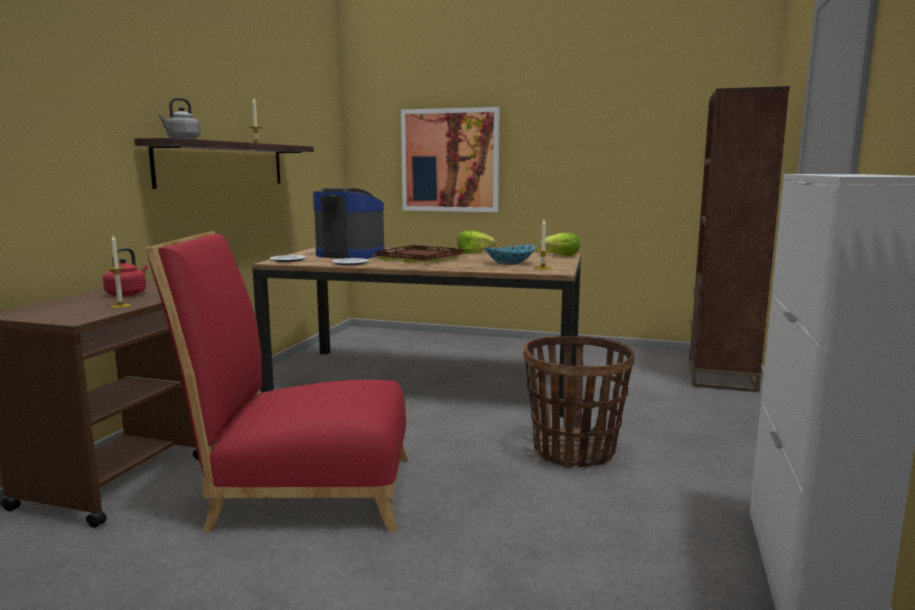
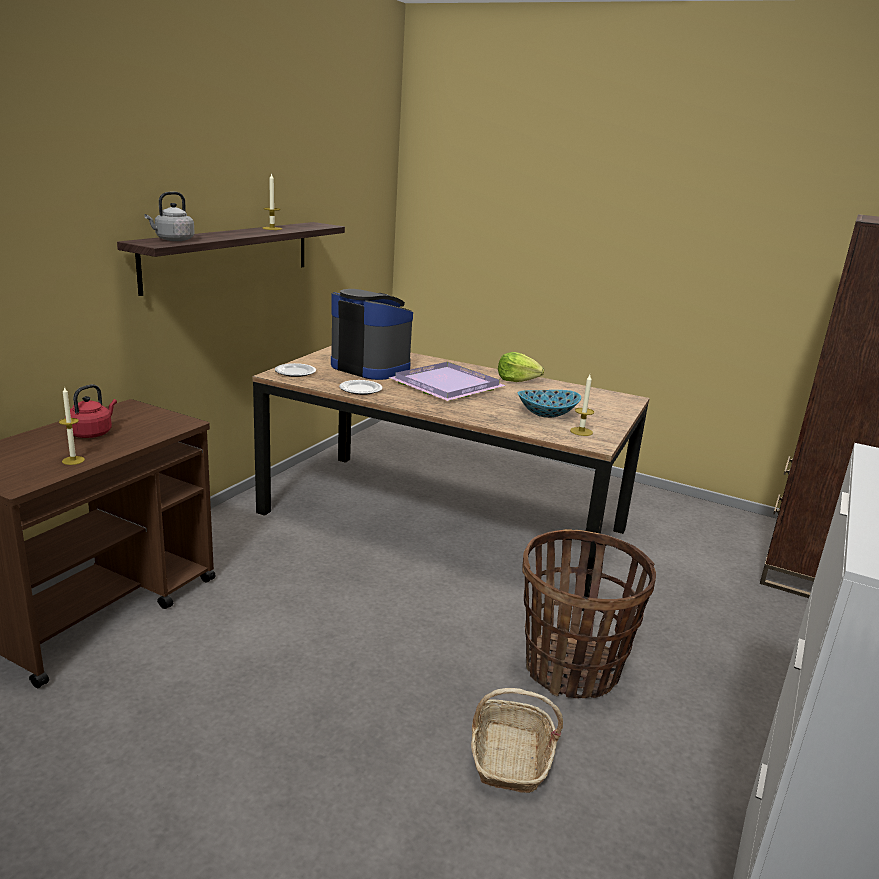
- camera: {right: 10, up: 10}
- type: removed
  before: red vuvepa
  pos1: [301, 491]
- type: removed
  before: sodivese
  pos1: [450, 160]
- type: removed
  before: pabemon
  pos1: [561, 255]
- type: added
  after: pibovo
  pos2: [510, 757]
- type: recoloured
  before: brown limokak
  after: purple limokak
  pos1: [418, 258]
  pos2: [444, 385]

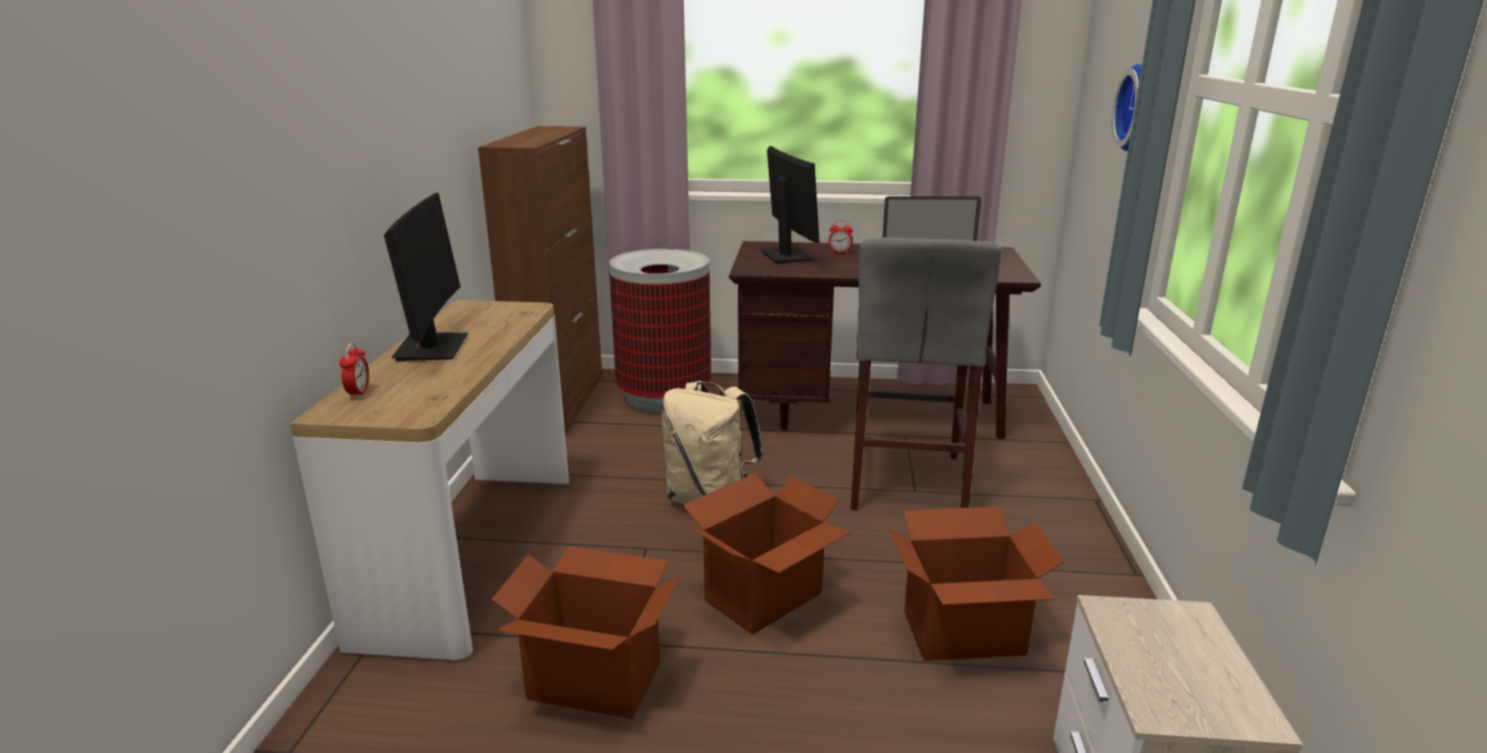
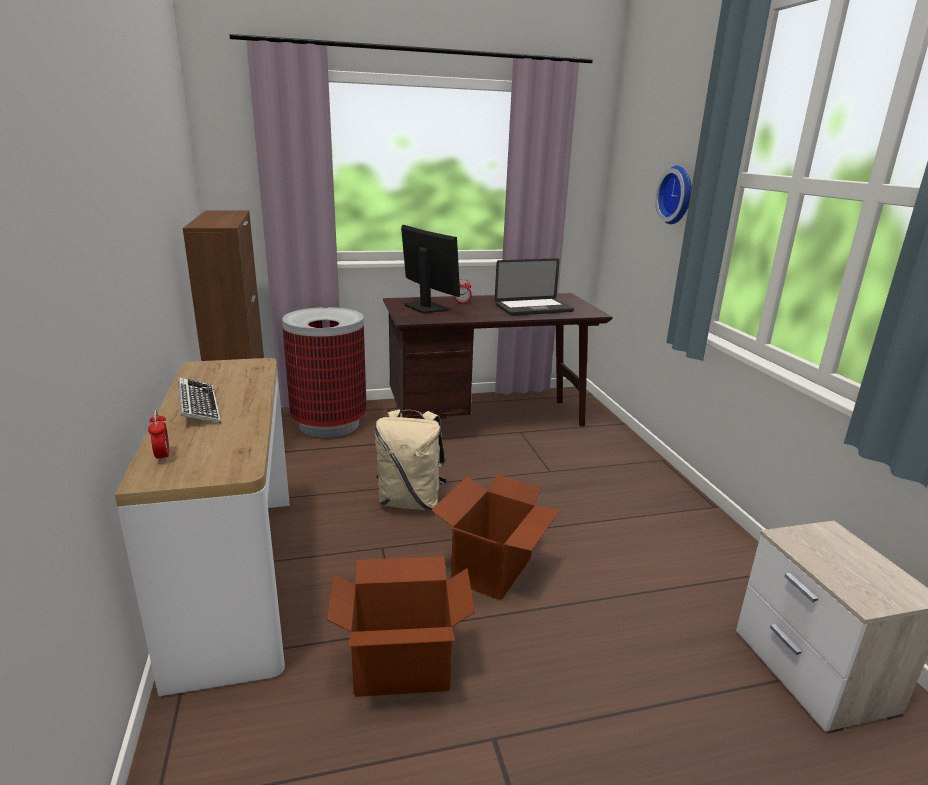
- camera: {right: -20, up: 0}
- type: removed
  before: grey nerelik
  pos1: [907, 481]
- type: removed
  before: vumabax
  pos1: [964, 634]
- type: replaced
  before: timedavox
  after: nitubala
  pos1: [432, 347]
  pos2: [198, 406]

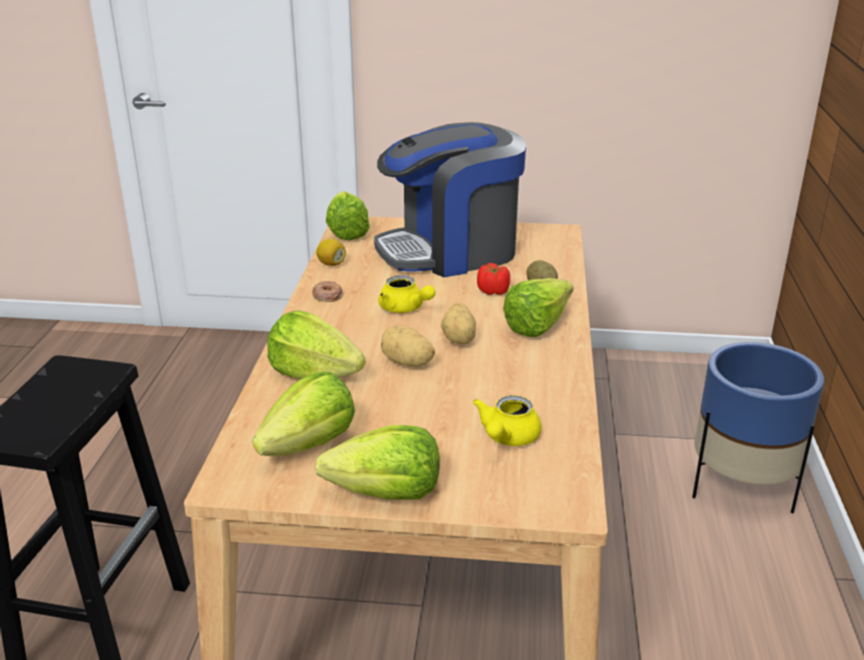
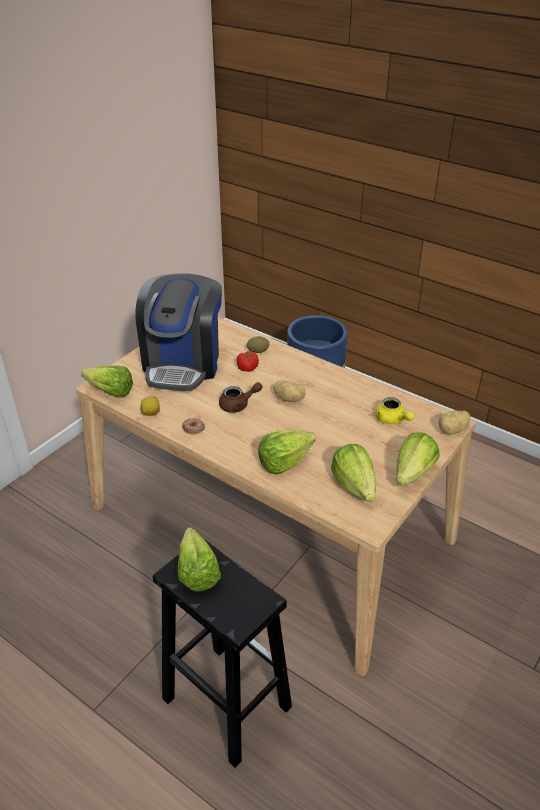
- camera: {right: -60, up: 10}
- type: moved
  before: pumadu
  pos1: [407, 363]
  pos2: [453, 430]
- type: moved
  before: pabemon
  pos1: [543, 324]
  pos2: [198, 568]
- type: recoloured
  before: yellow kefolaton
  after: brown kefolaton
  pos1: [405, 309]
  pos2: [238, 405]

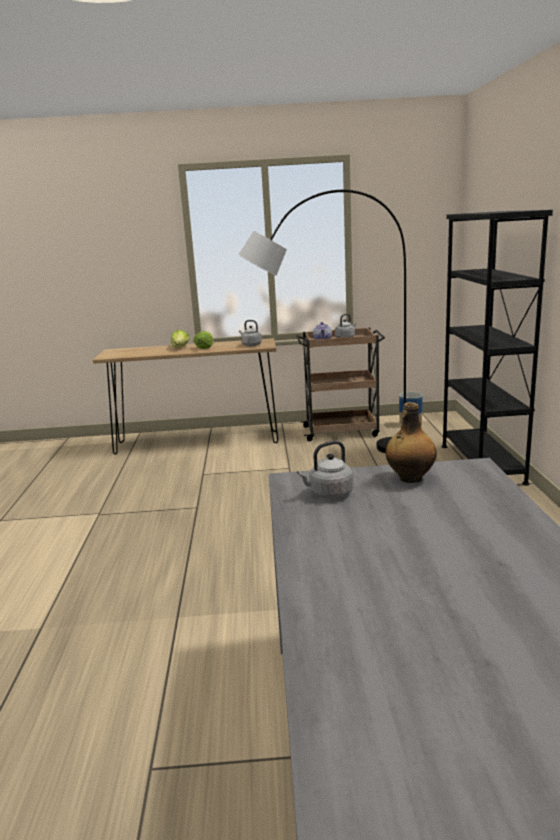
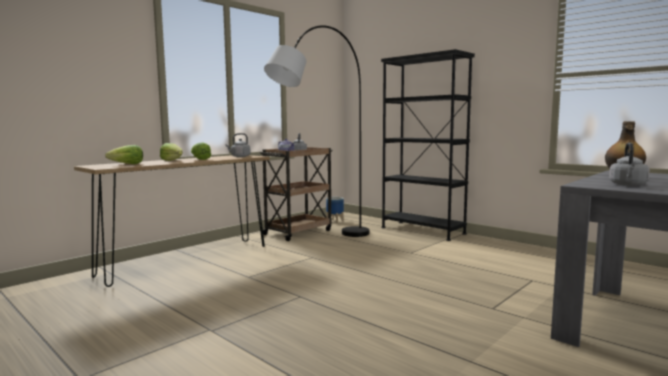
- camera: {right: -45, up: -10}
- type: added
  after: pabemon
  pos2: [127, 164]

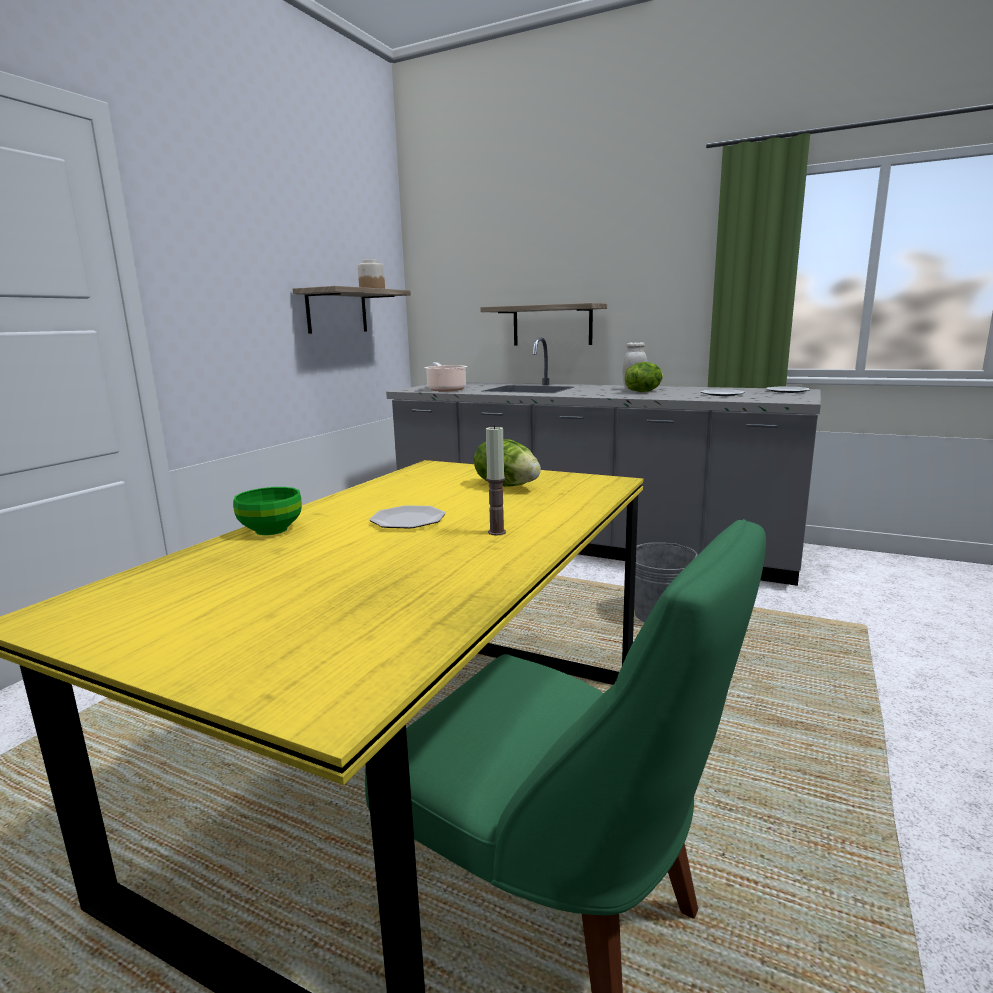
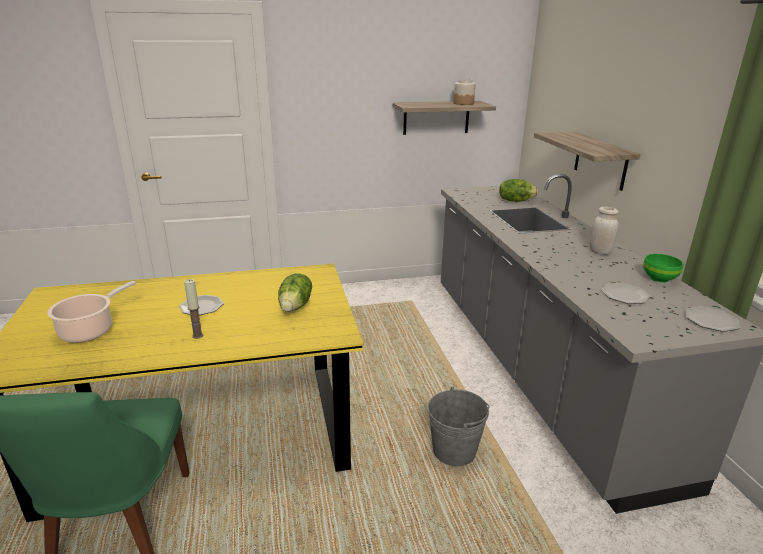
- camera: {right: 50, up: 10}
- type: moved
  before: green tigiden
  pos1: [270, 530]
  pos2: [658, 278]
- type: moved
  before: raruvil
  pos1: [446, 389]
  pos2: [90, 330]
- type: moved
  before: pabemon
  pos1: [643, 391]
  pos2: [515, 201]

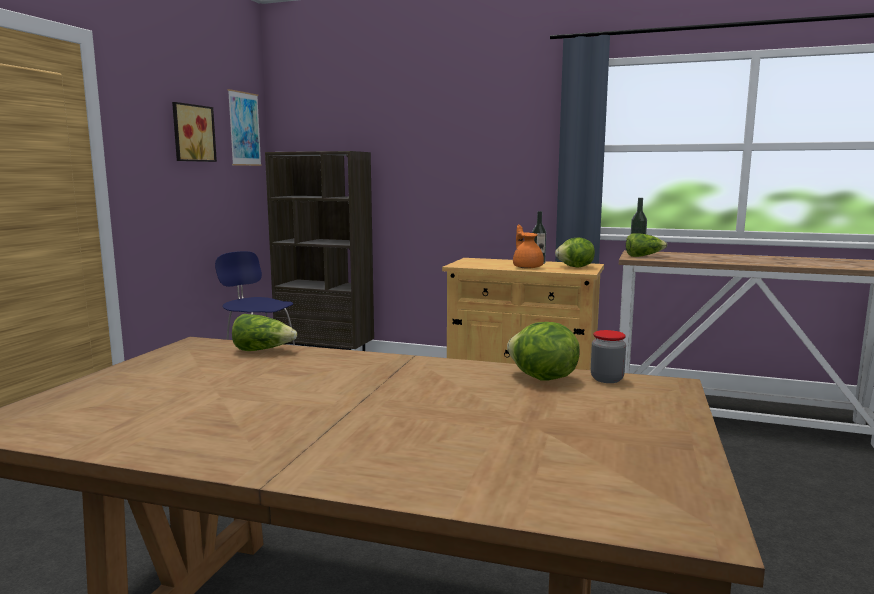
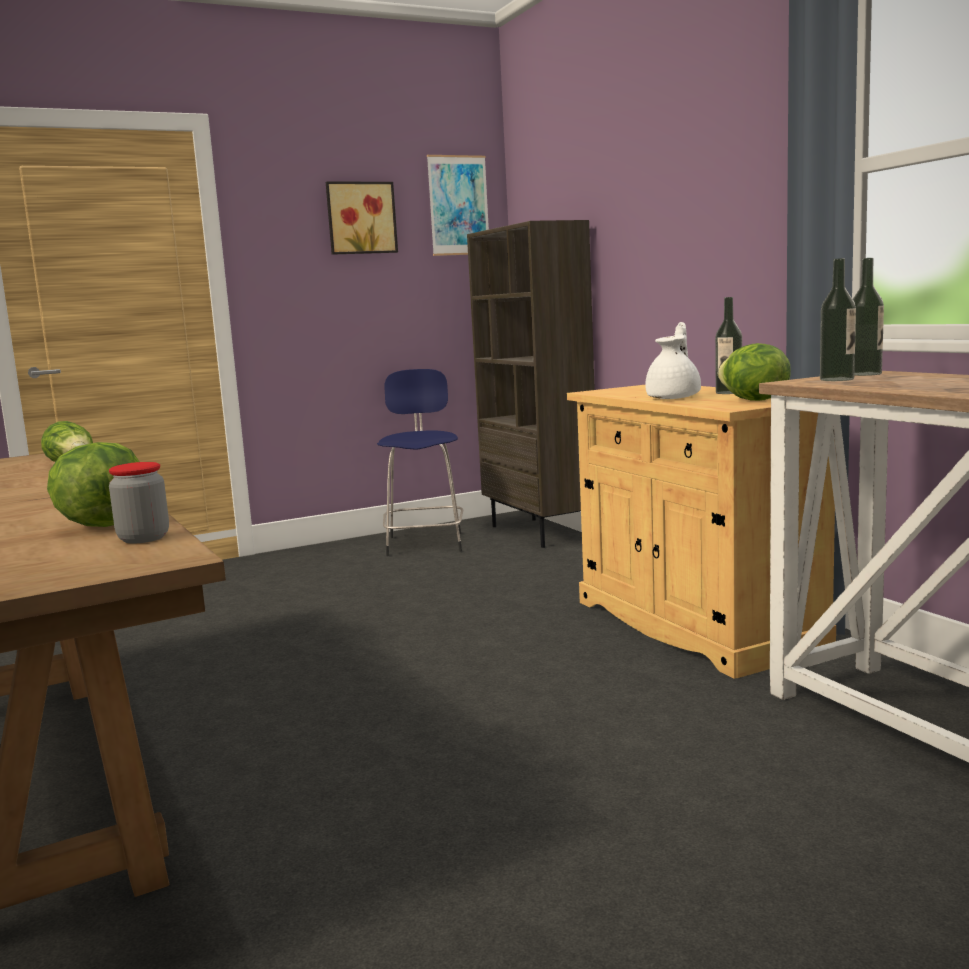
- camera: {right: 45, up: 0}
- type: replaced
  before: pabemon
  after: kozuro
  pos1: [643, 256]
  pos2: [837, 379]
- type: recoloured
  before: orange kefolaton
  after: white kefolaton
  pos1: [527, 267]
  pos2: [675, 398]

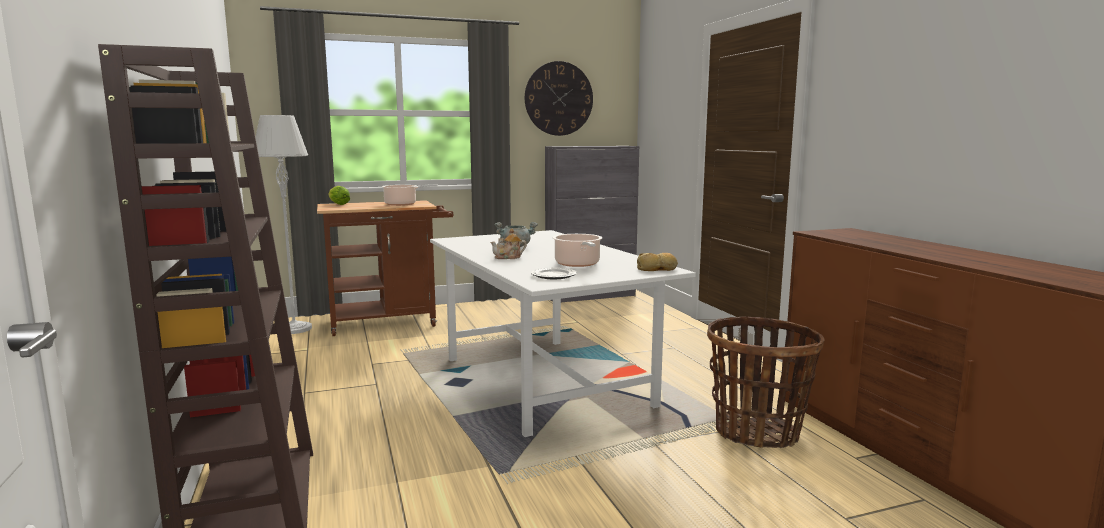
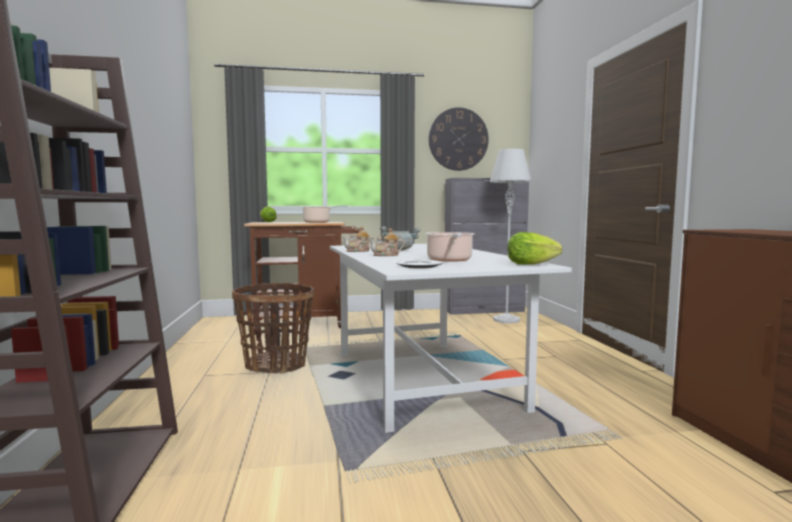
- camera: {right: 10, up: -5}
- type: added
  after: kefolaton
  pos2: [358, 251]
- type: moved
  before: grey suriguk
  pos1: [294, 329]
  pos2: [506, 320]
- type: moved
  before: pibovo
  pos1: [757, 432]
  pos2: [276, 365]
- type: replaced
  before: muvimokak
  after: pabemon
  pos1: [657, 269]
  pos2: [530, 264]

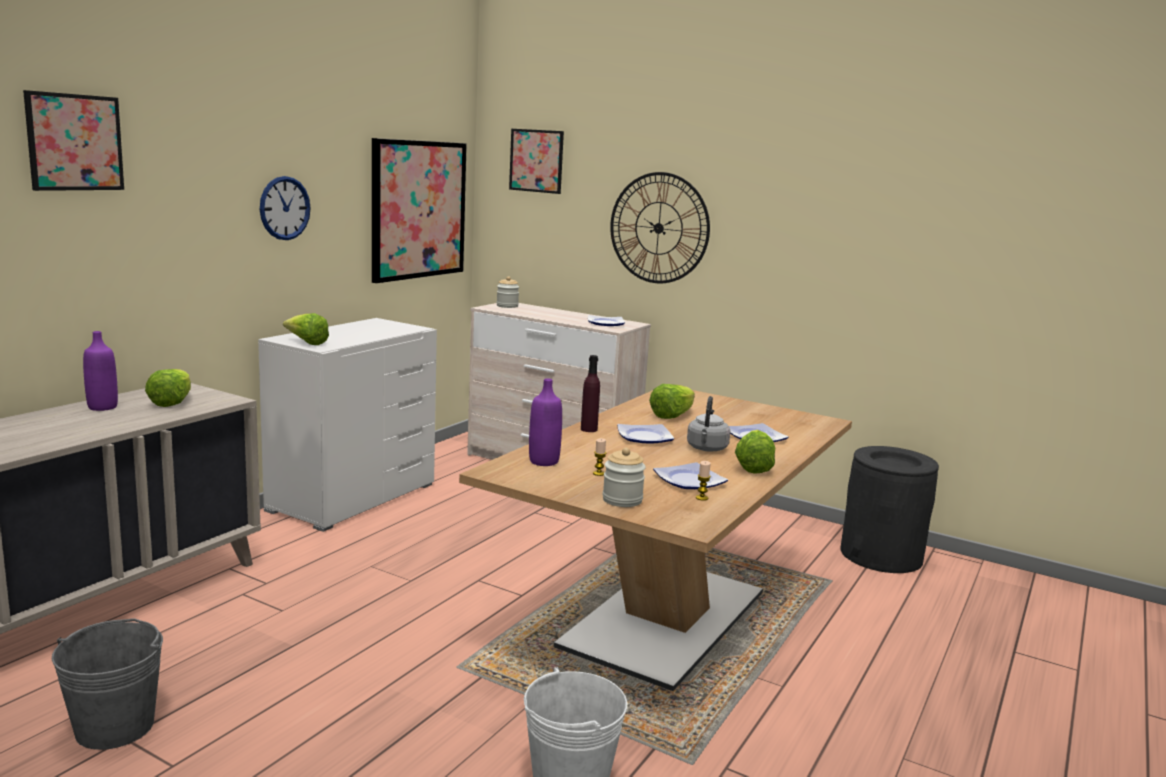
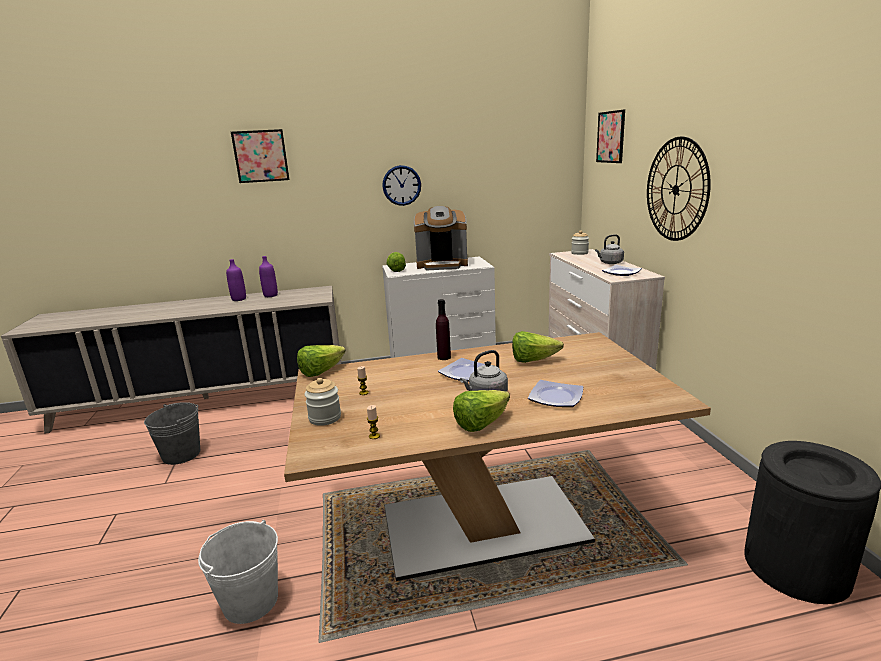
- camera: {right: 50, up: 5}
- type: removed
  before: sodivese
  pos1: [418, 209]
- type: removed
  before: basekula
  pos1: [688, 480]
- type: added
  after: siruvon
  pos2: [442, 265]
- type: added
  after: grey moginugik
  pos2: [610, 263]
- type: moved
  before: pabemon
  pos1: [172, 402]
  pos2: [321, 372]
- type: moved
  before: purple kozuro
  pos1: [544, 461]
  pos2: [239, 299]

